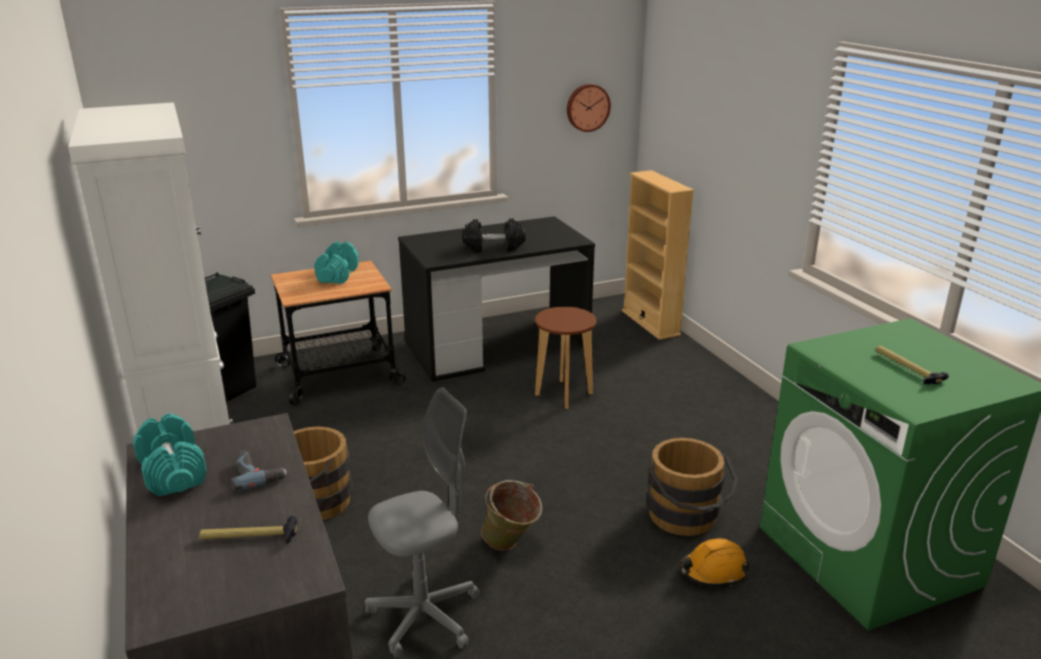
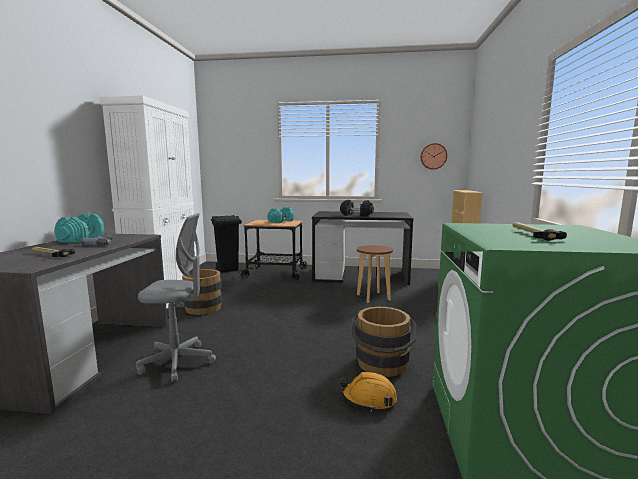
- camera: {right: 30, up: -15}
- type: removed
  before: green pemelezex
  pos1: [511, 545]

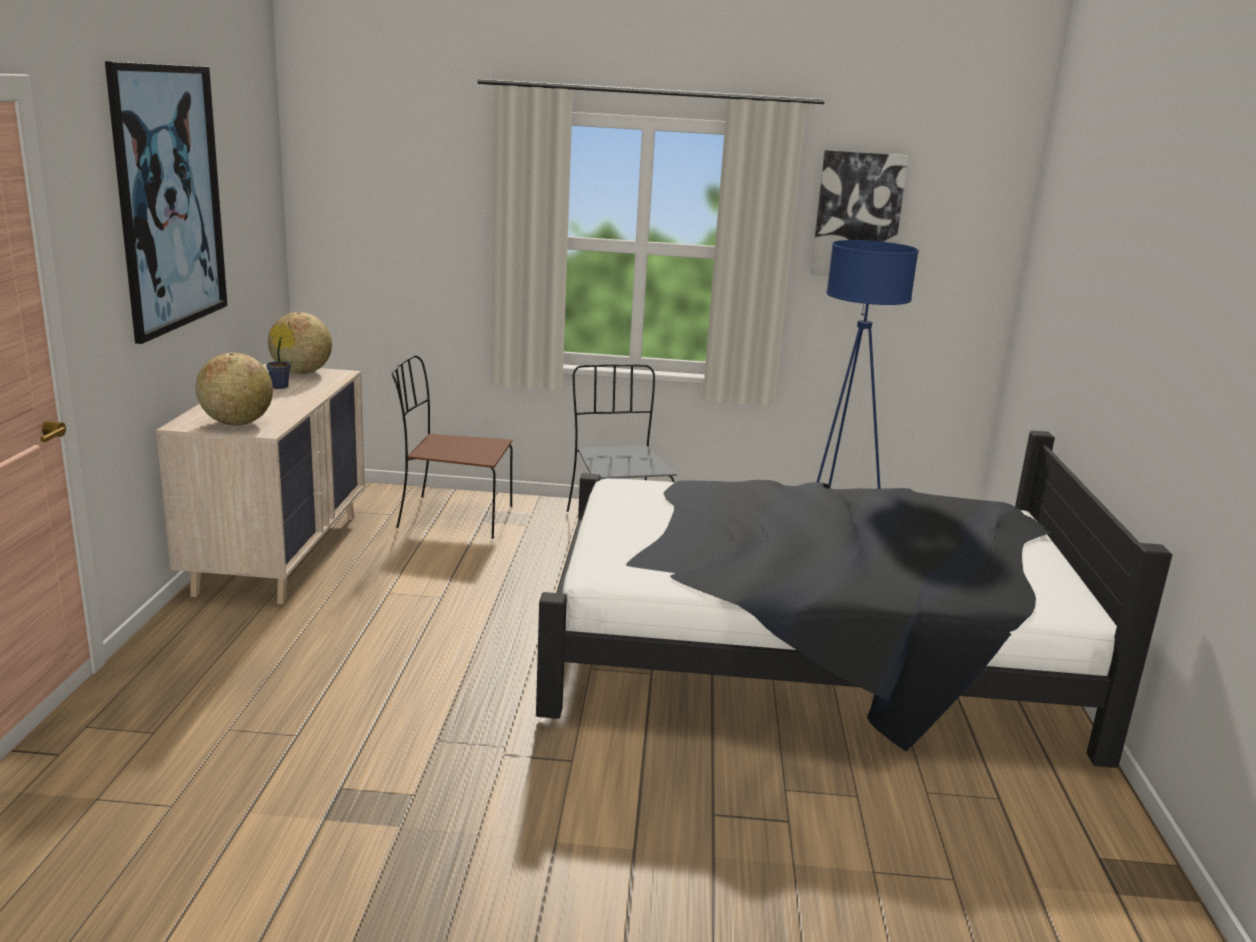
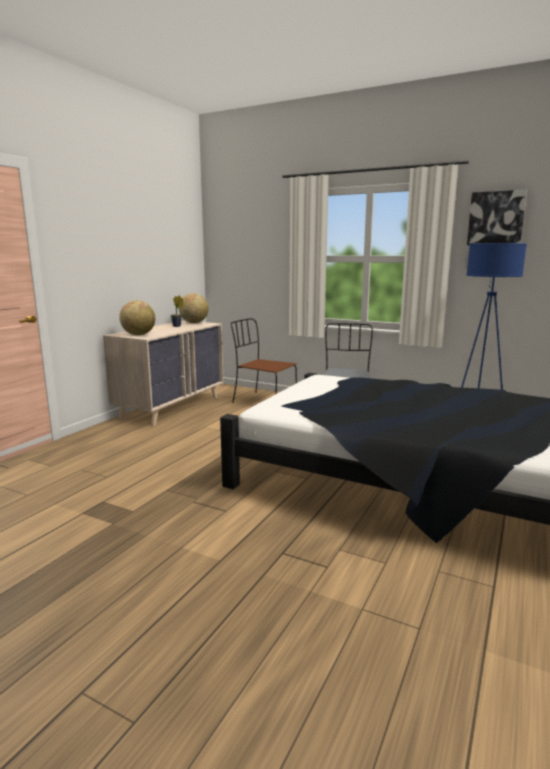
- camera: {right: 25, up: -5}
- type: removed
  before: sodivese
  pos1: [170, 198]

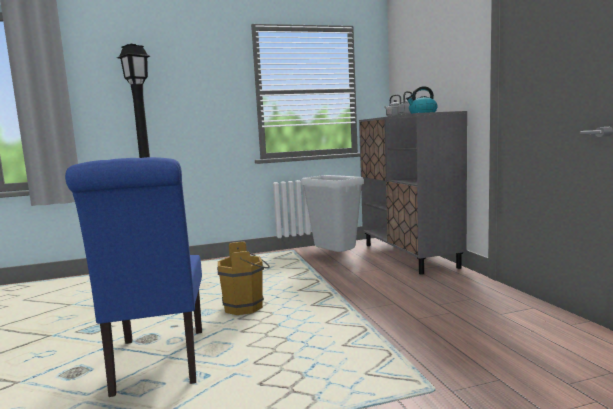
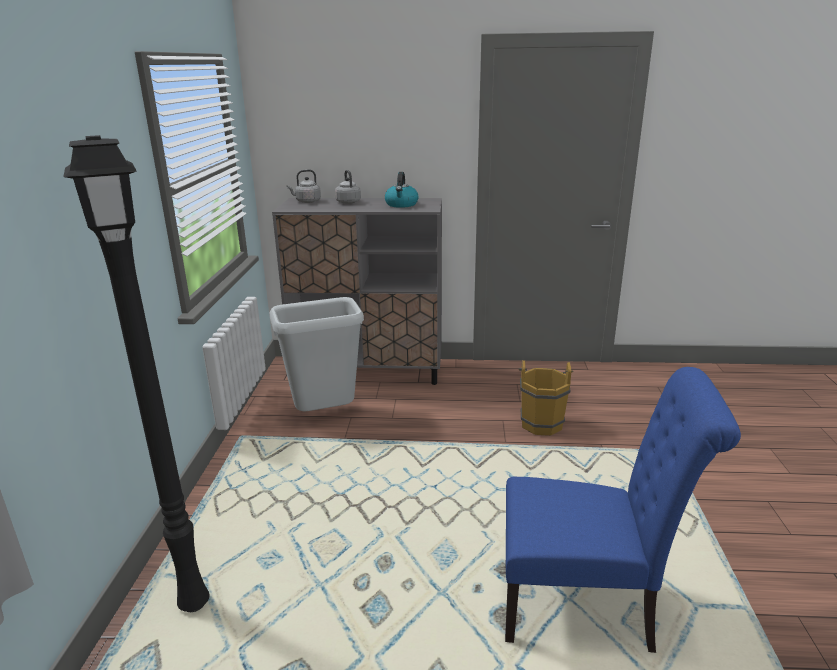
- camera: {right: -70, up: 15}
- type: moved
  before: brown pemelezex
  pos1: [247, 308]
  pos2: [541, 422]

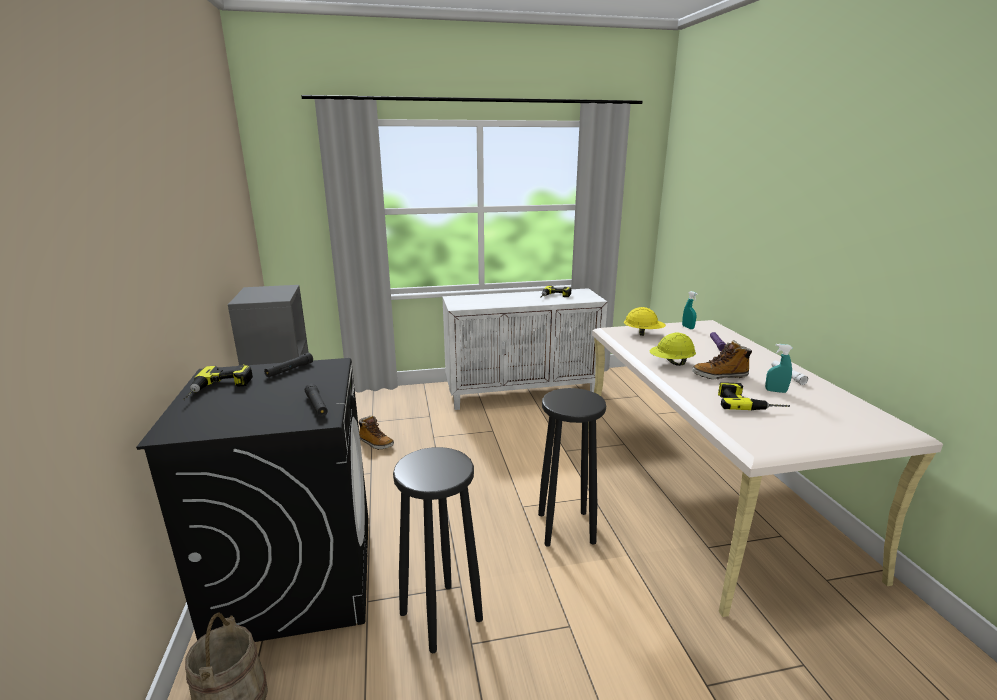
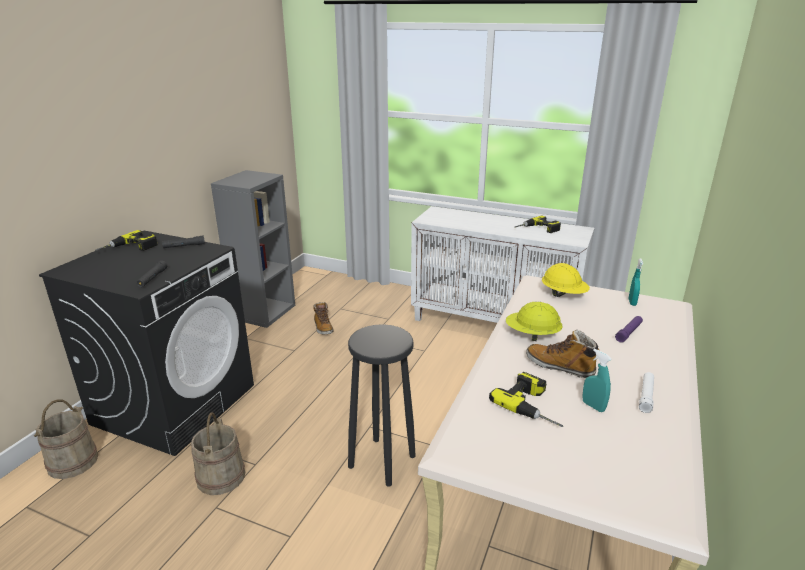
- camera: {right: 35, up: 5}
- type: replaced
  before: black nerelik
  after: beige pemelezex
  pos1: [440, 615]
  pos2: [220, 477]

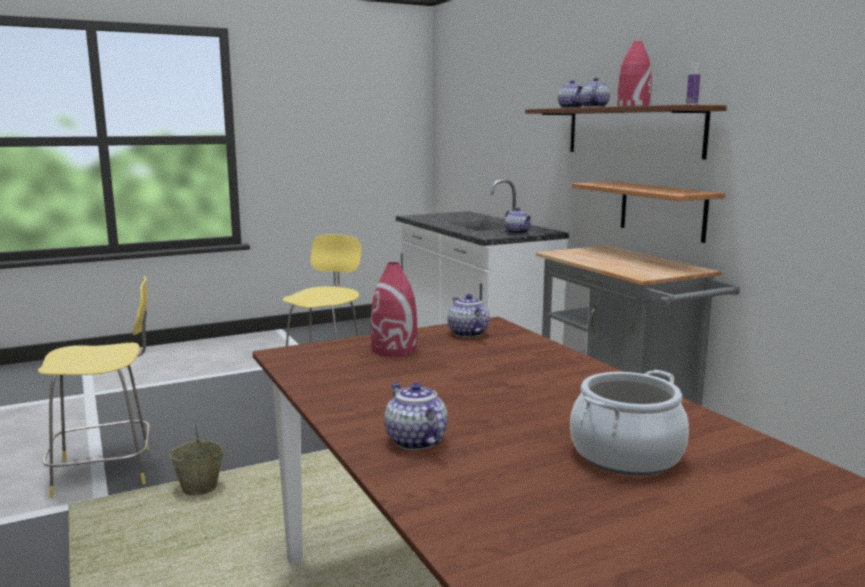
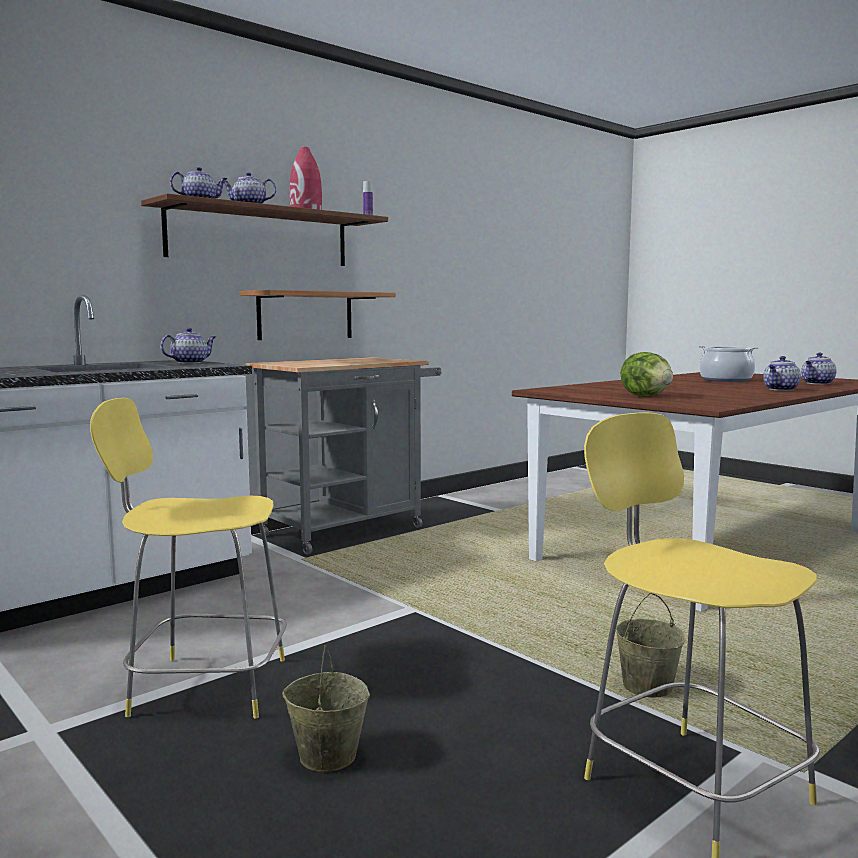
- camera: {right: -105, up: -5}
- type: added
  after: beige pemelezex
  pos2: [326, 756]
- type: moved
  before: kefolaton
  pos1: [467, 333]
  pos2: [817, 383]
- type: replaced
  before: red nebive
  after: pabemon
  pos1: [394, 349]
  pos2: [646, 396]

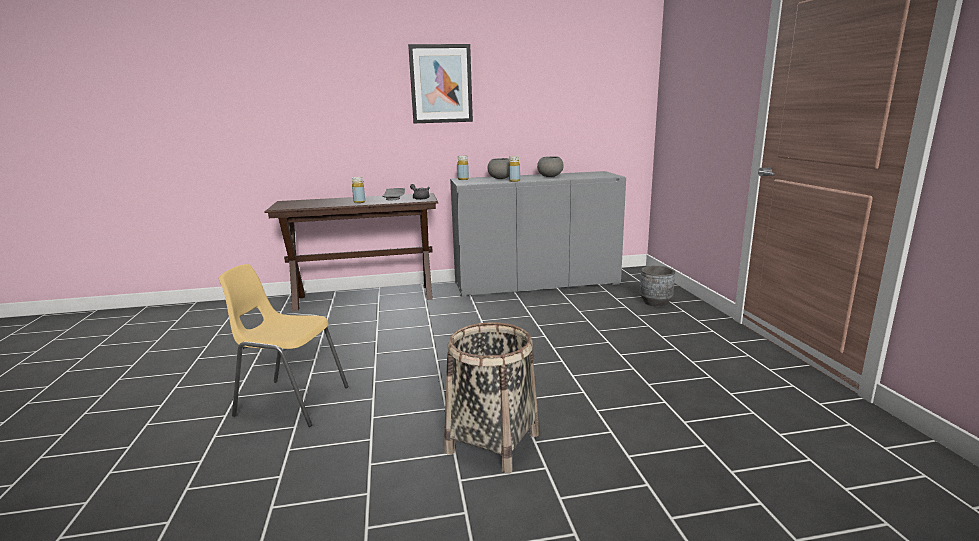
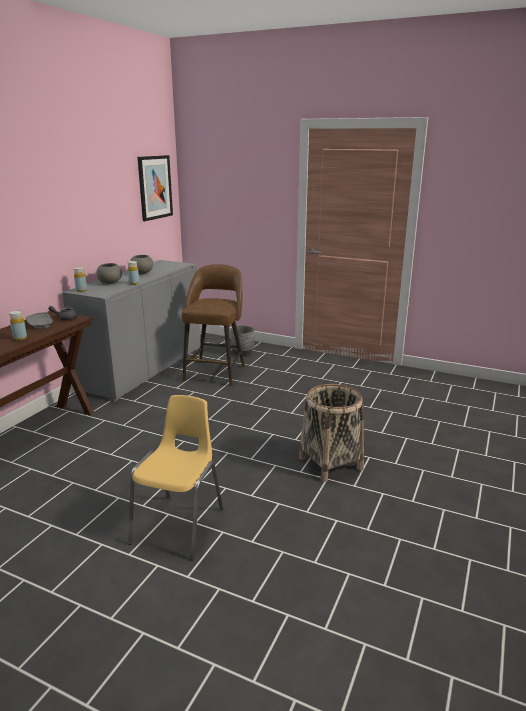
- camera: {right: -55, up: 5}
- type: added
  after: brown nerelik
  pos2: [215, 372]
- type: moved
  before: sodivese
  pos1: [441, 84]
  pos2: [155, 187]
- type: turned
  before: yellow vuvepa
  pos1: [291, 401]
  pos2: [180, 525]
  turn: 150

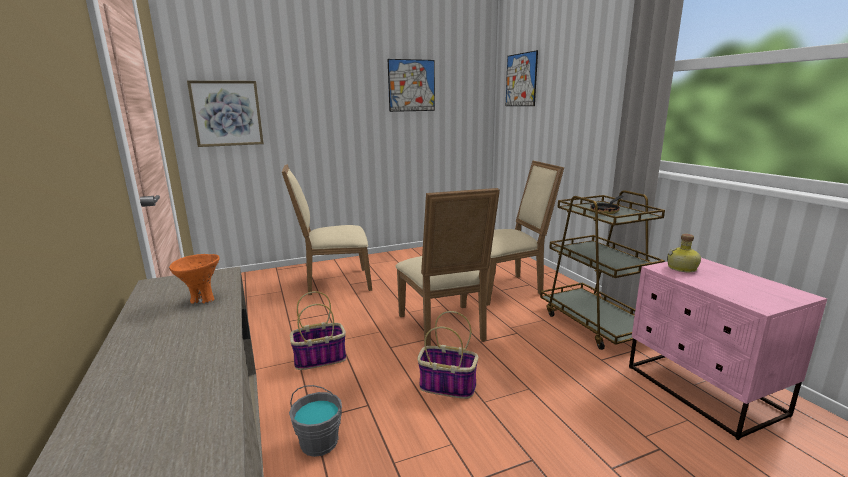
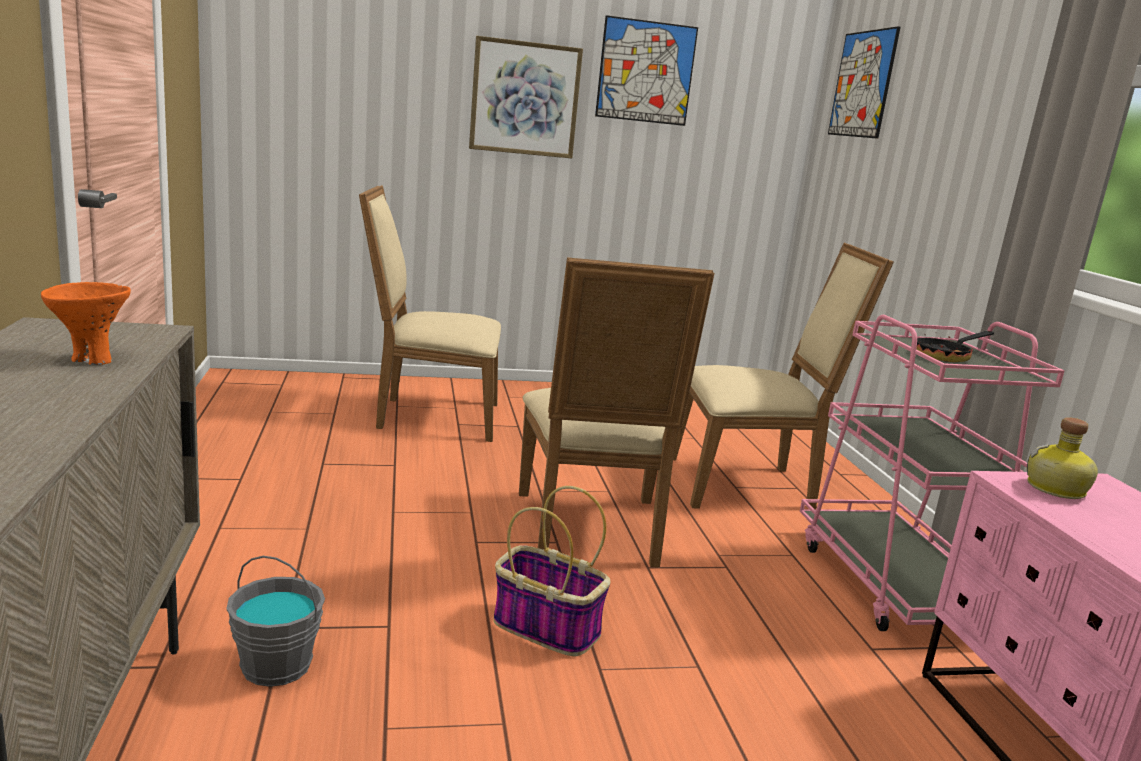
- camera: {right: 10, up: 0}
- type: removed
  before: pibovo
  pos1: [320, 359]
- type: moved
  before: sodivese
  pos1: [227, 113]
  pos2: [525, 98]
- type: recoloured
  before: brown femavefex
  after: pink femavefex
  pos1: [595, 324]
  pos2: [895, 584]

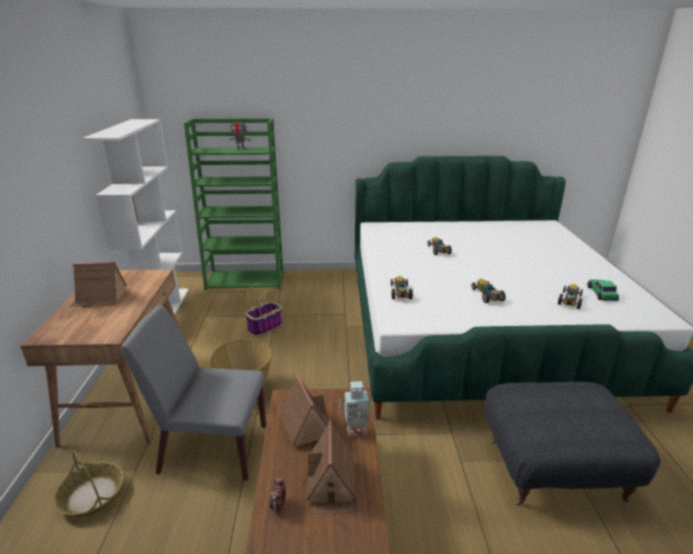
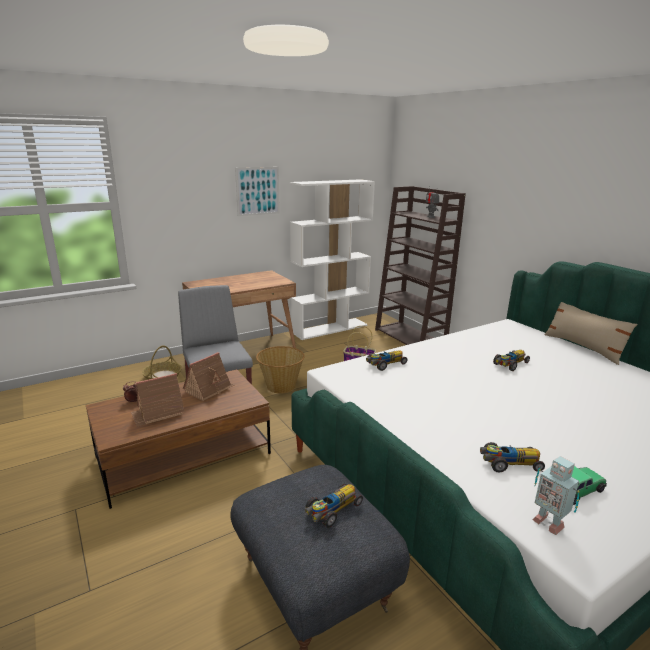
- camera: {right: 60, up: -5}
- type: removed
  before: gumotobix
  pos1: [100, 298]
- type: added
  after: sodivese
  pos2: [258, 191]
- type: added
  after: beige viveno
  pos2: [583, 347]
- type: moved
  before: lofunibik
  pos1: [355, 430]
  pos2: [548, 522]
- type: moved
  before: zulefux
  pos1: [488, 296]
  pos2: [332, 510]
- type: recoloured
  before: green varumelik
  after: brown varumelik
  pos1: [246, 280]
  pos2: [411, 338]

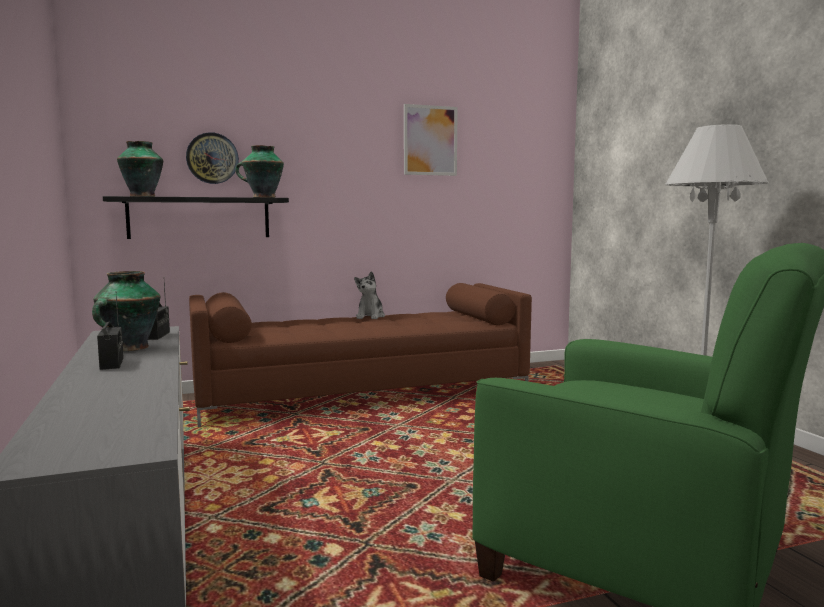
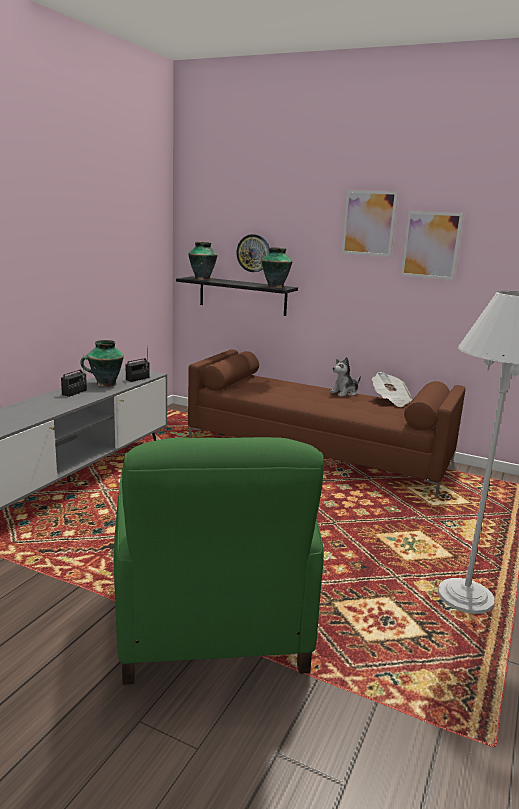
- camera: {right: 45, up: 10}
- type: added
  after: sodivese
  pos2: [369, 223]
- type: added
  after: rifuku
  pos2: [390, 400]

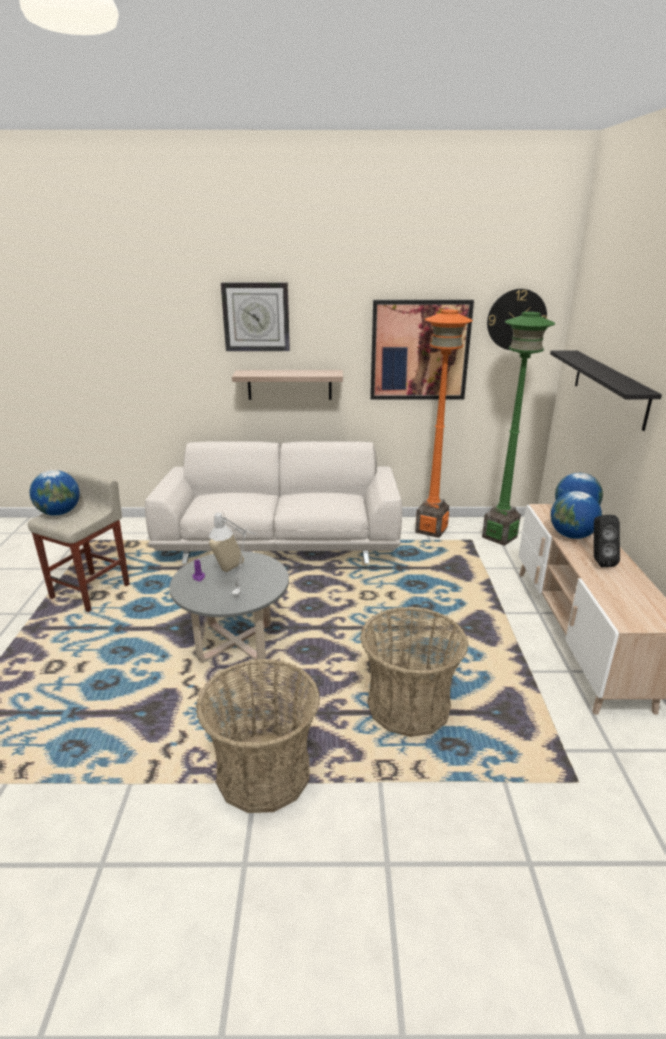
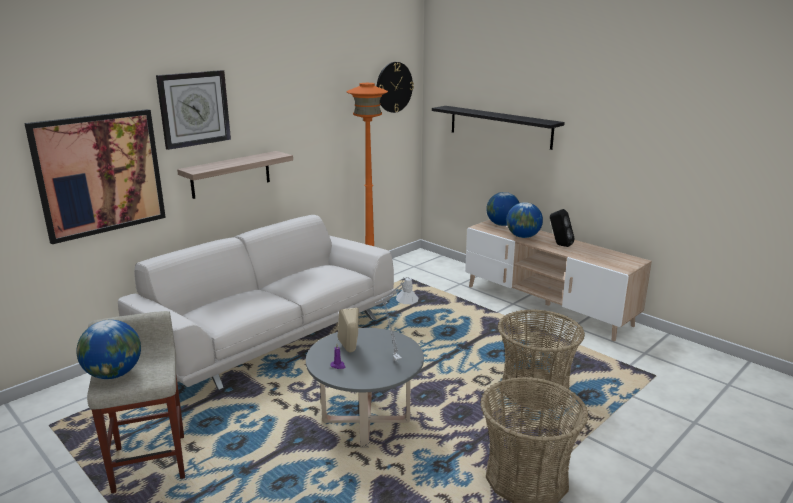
- camera: {right: -45, up: -5}
- type: removed
  before: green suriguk
  pos1: [499, 537]
- type: moved
  before: sodivese
  pos1: [419, 350]
  pos2: [100, 174]

